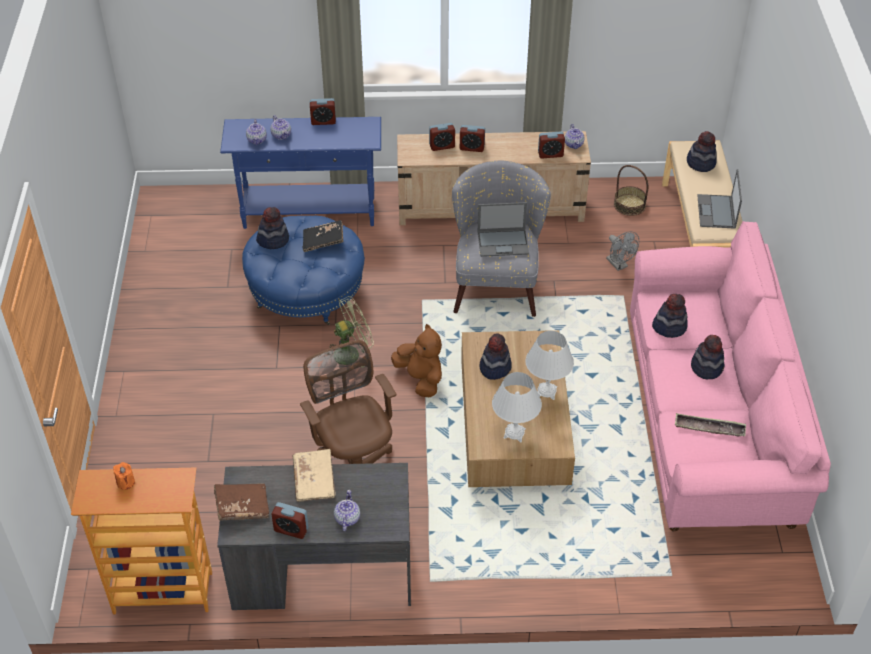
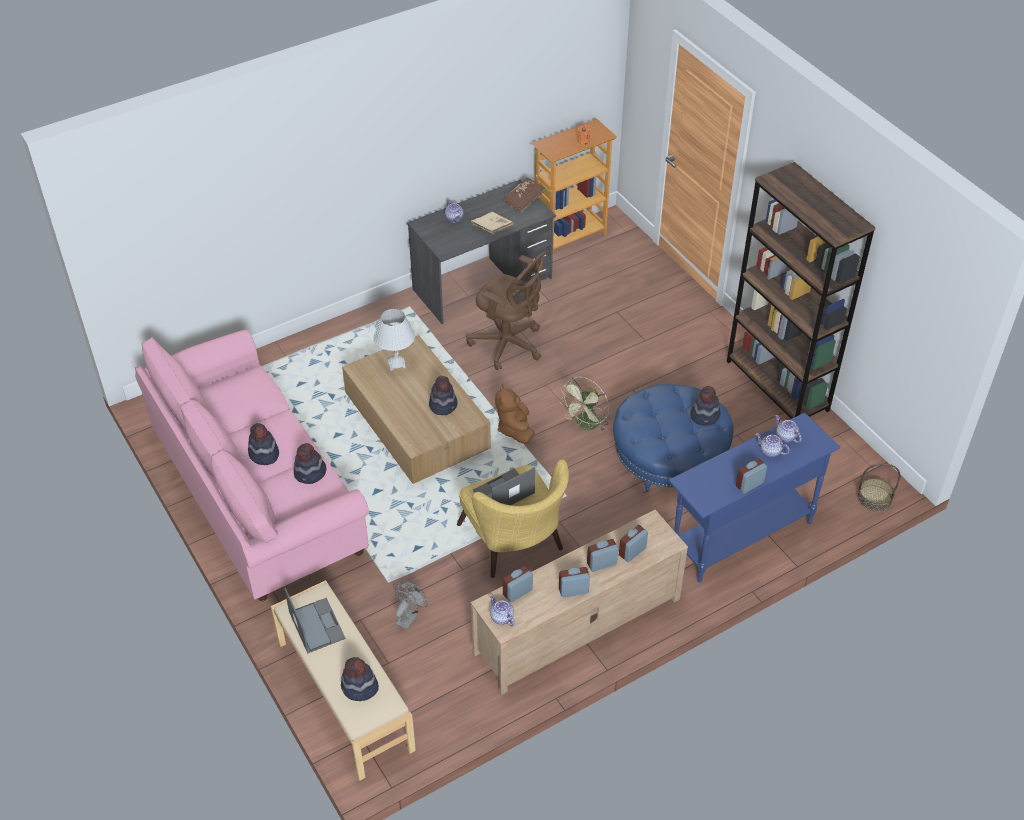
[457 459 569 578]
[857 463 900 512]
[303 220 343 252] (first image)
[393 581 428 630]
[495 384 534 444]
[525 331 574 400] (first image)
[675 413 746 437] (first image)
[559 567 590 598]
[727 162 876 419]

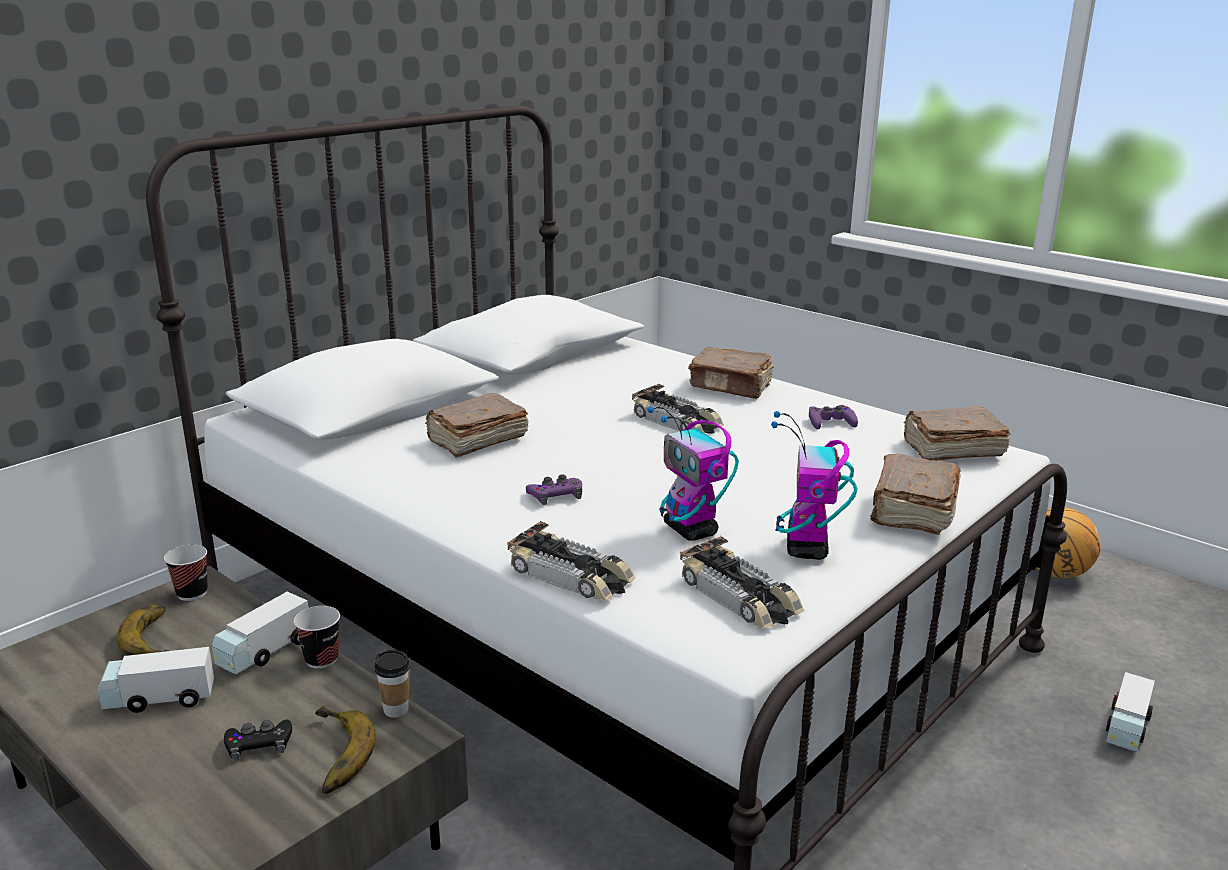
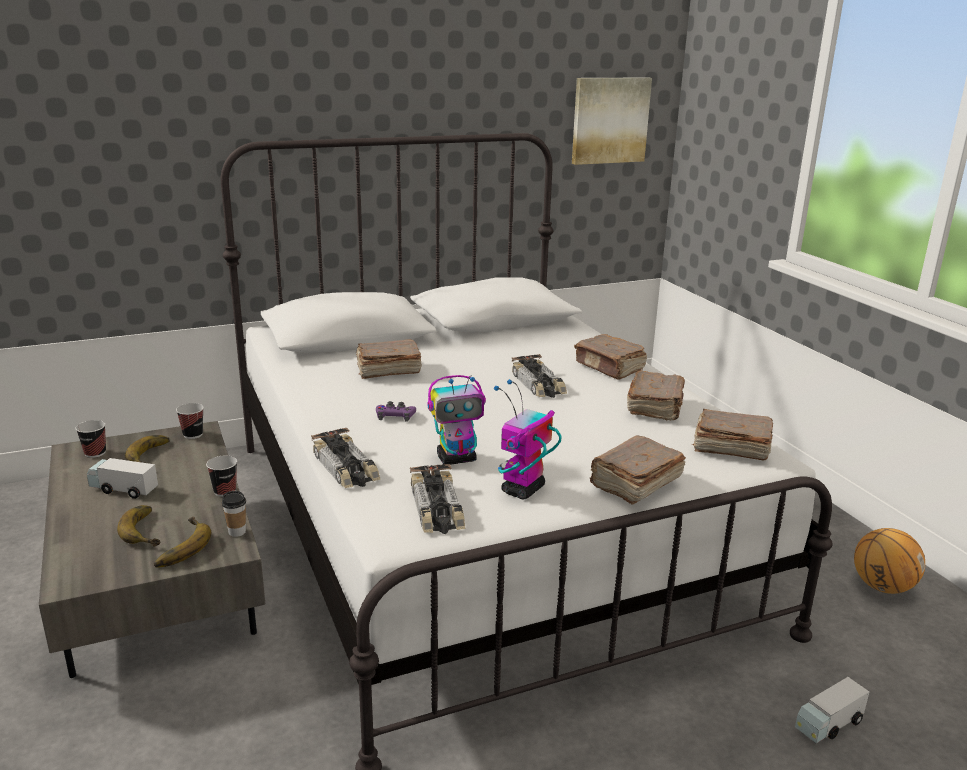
[627 370 685 420]
[427 375 486 465]
[212 592 309 675] (first image)
[117 505 160 547]
[572 77 652 165]
[75 420 106 458]

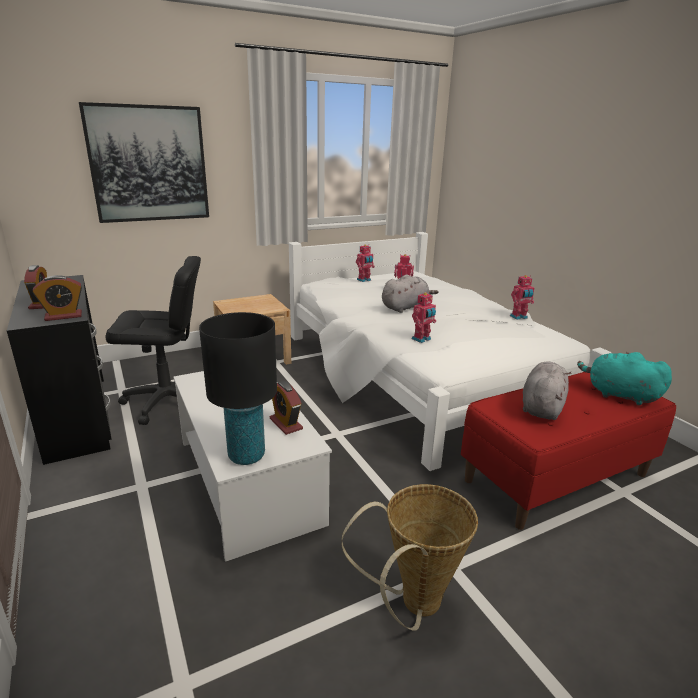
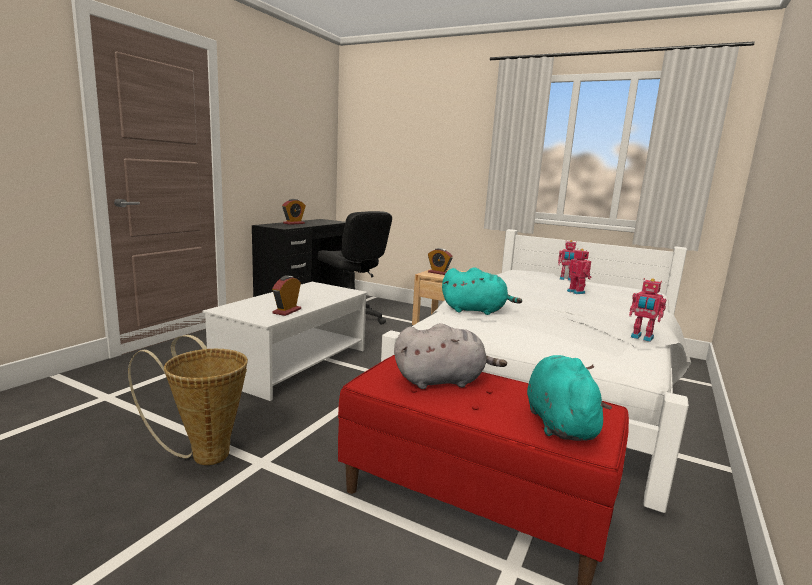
[79 102 209 223] (first image)
[428 248 453 275]
[382 275 438 313] (first image)
[442 267 522 315]
[199 312 277 465] (first image)

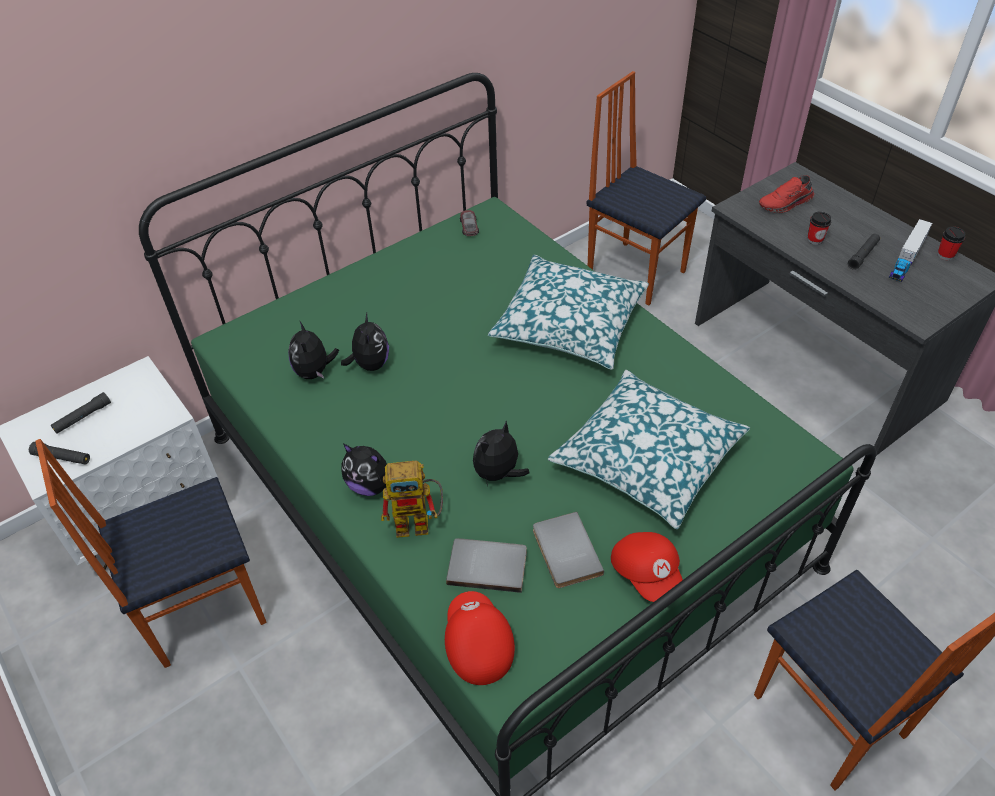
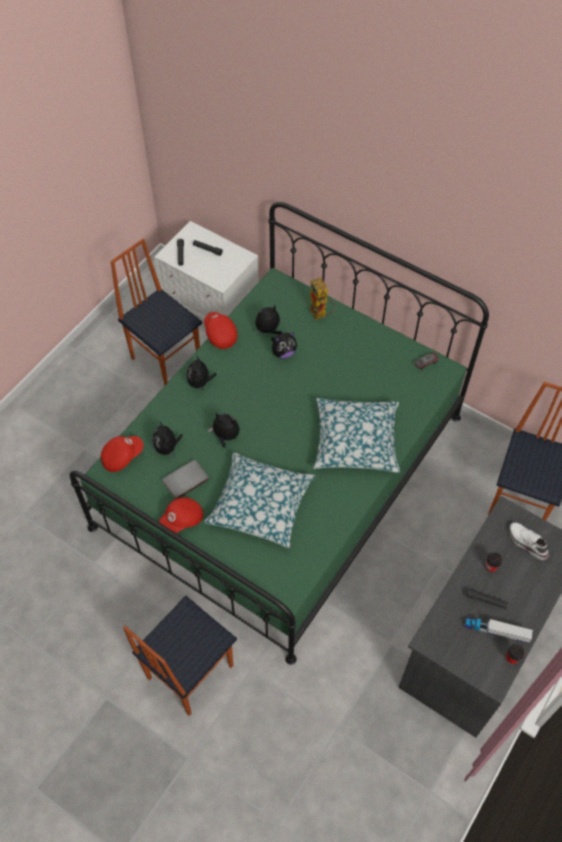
[509 523 549 560]
[309 277 336 320]
[153 422 183 455]
[204 312 237 349]

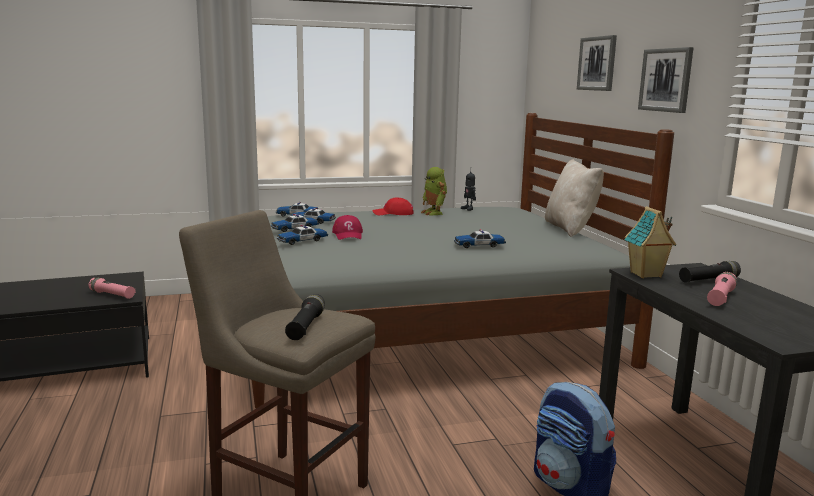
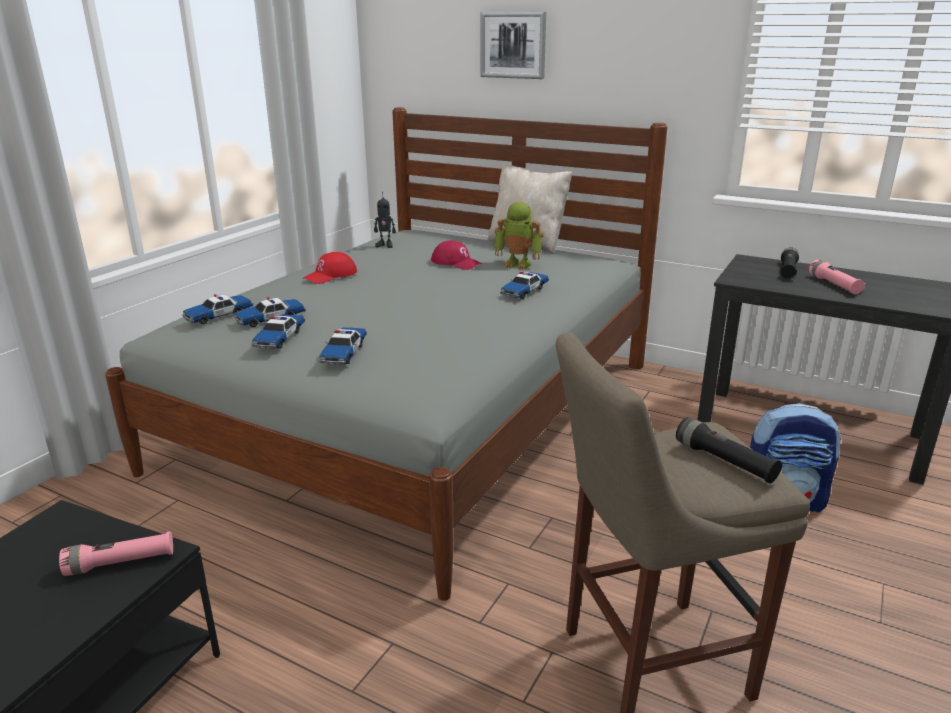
[638 47 694 113] (first image)
[494 202 544 270]
[624 206 676 278] (first image)
[431 241 482 270]

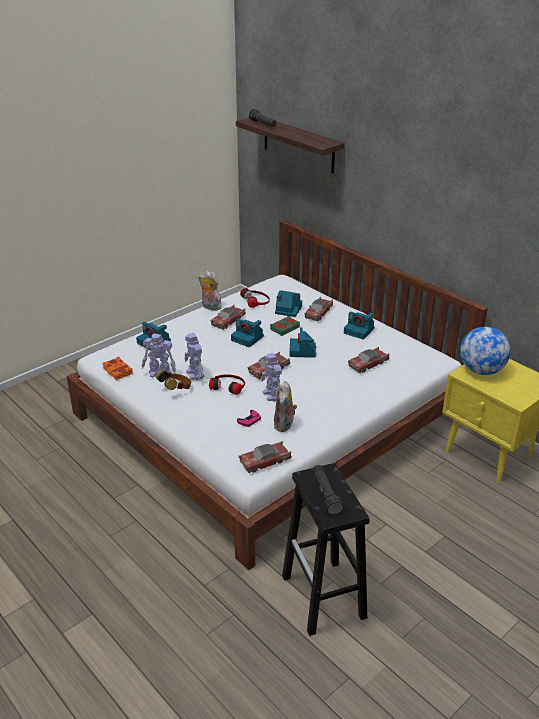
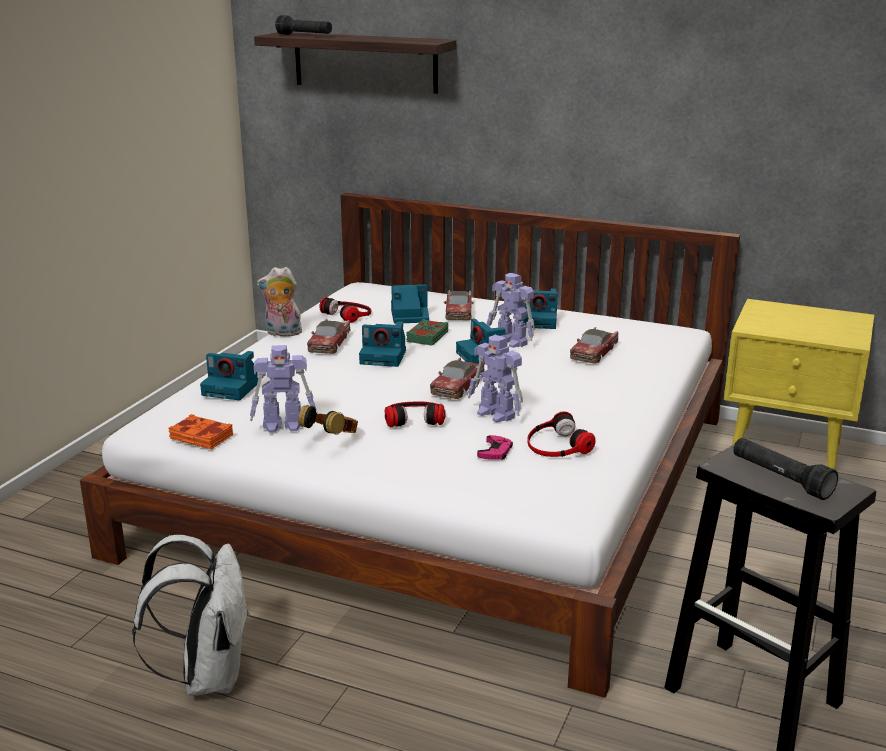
[460 327 511 375] (first image)
[487 273 535 348]
[527 411 596 457]
[239 441 292 473] (first image)
[132 535 250 696]

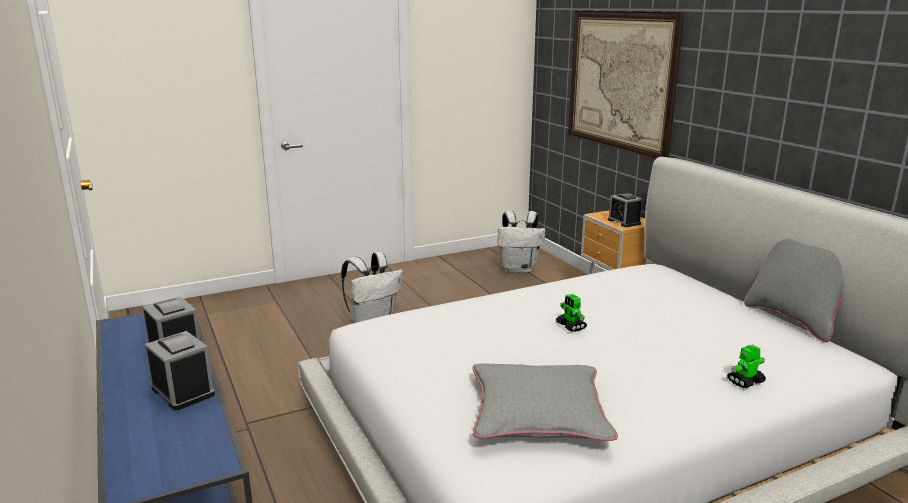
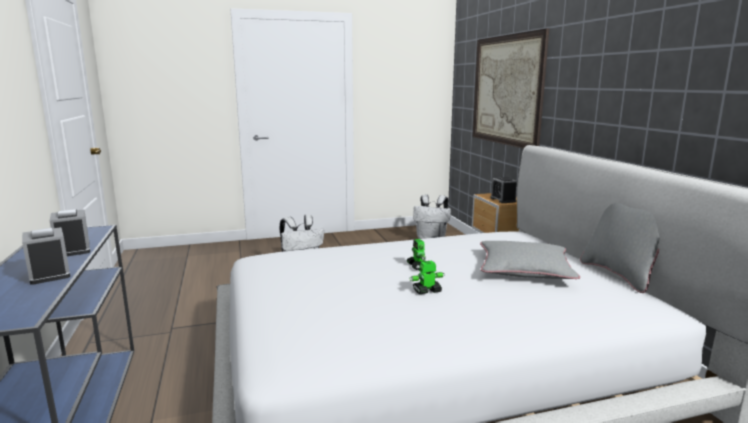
[409 261 444 294]
[480 241 580 279]

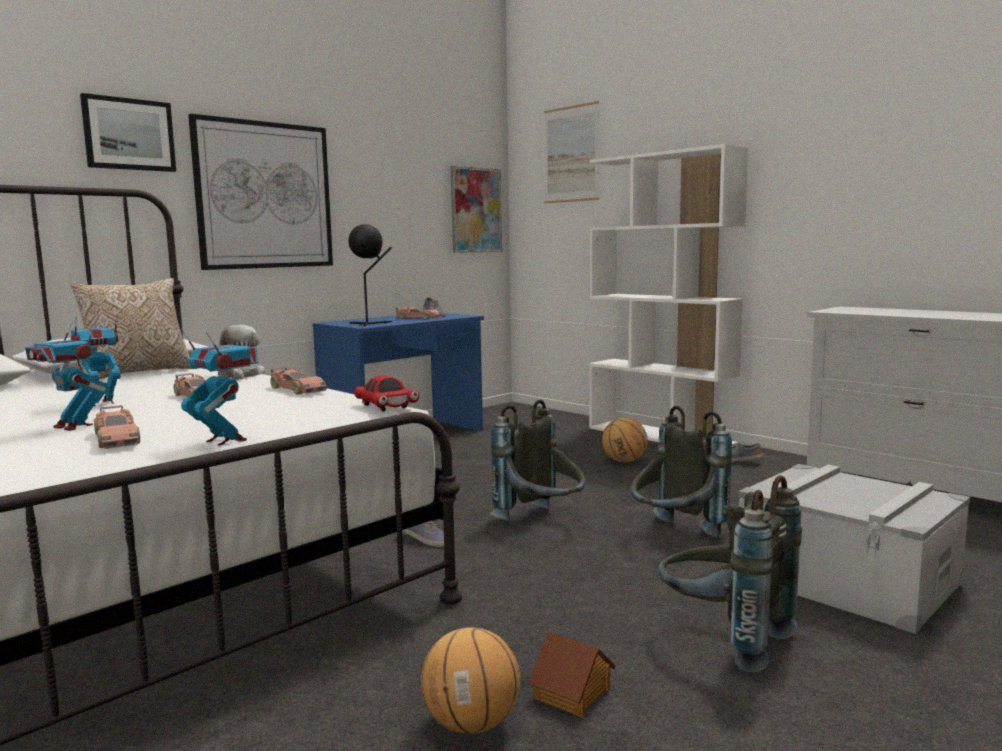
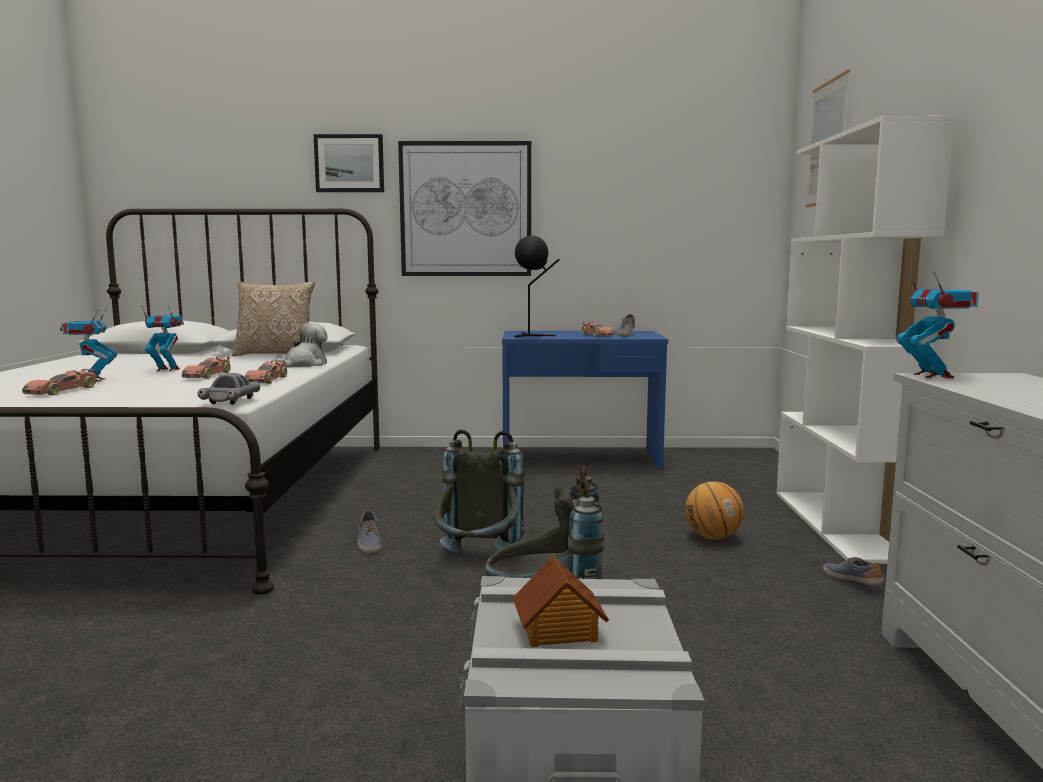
[451 166 502 253] (first image)
[897 271 979 378]
[198 373 260 405]
[658 475 802 672] (first image)
[421 627 520 734] (first image)
[513 556 609 647]

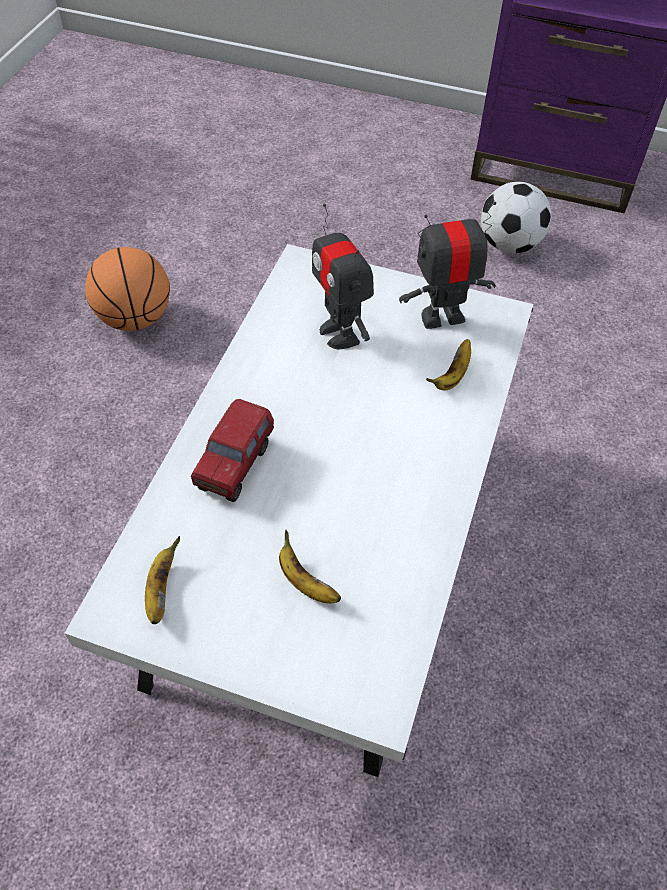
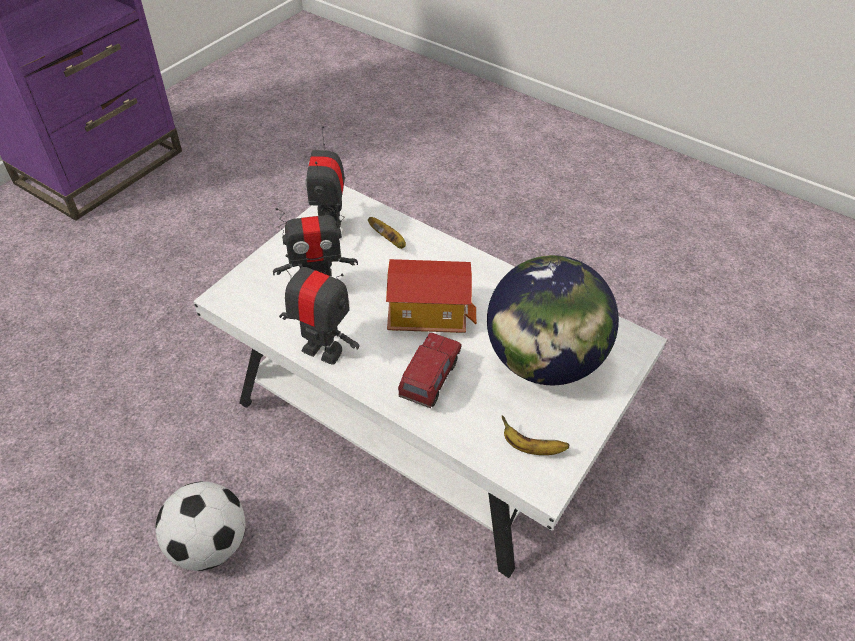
[155 481 246 571]
[85 247 170 331] (first image)
[398 333 462 408]
[487 255 619 385]
[279 254 360 365]
[386 259 477 333]

